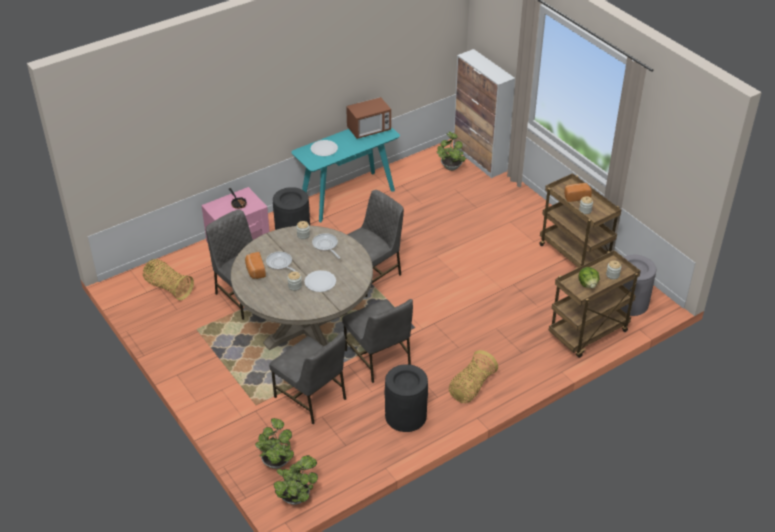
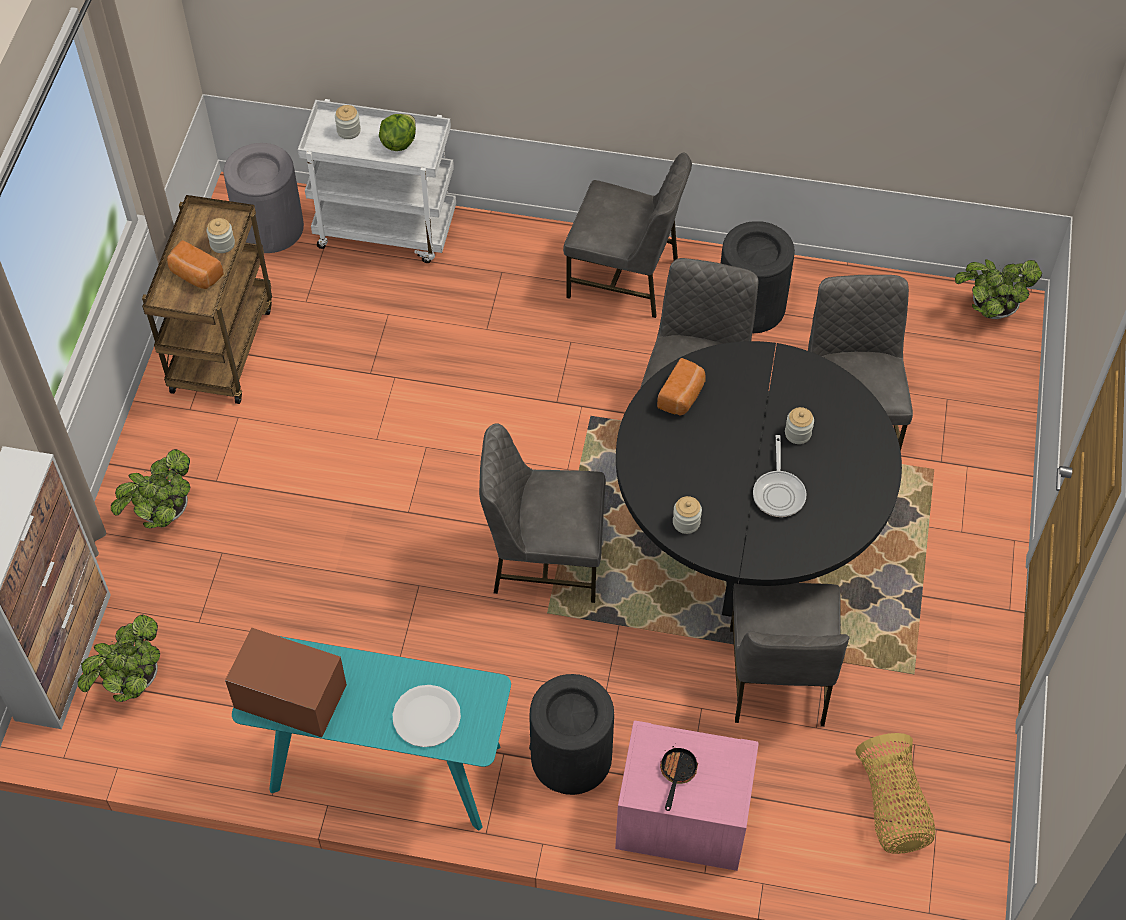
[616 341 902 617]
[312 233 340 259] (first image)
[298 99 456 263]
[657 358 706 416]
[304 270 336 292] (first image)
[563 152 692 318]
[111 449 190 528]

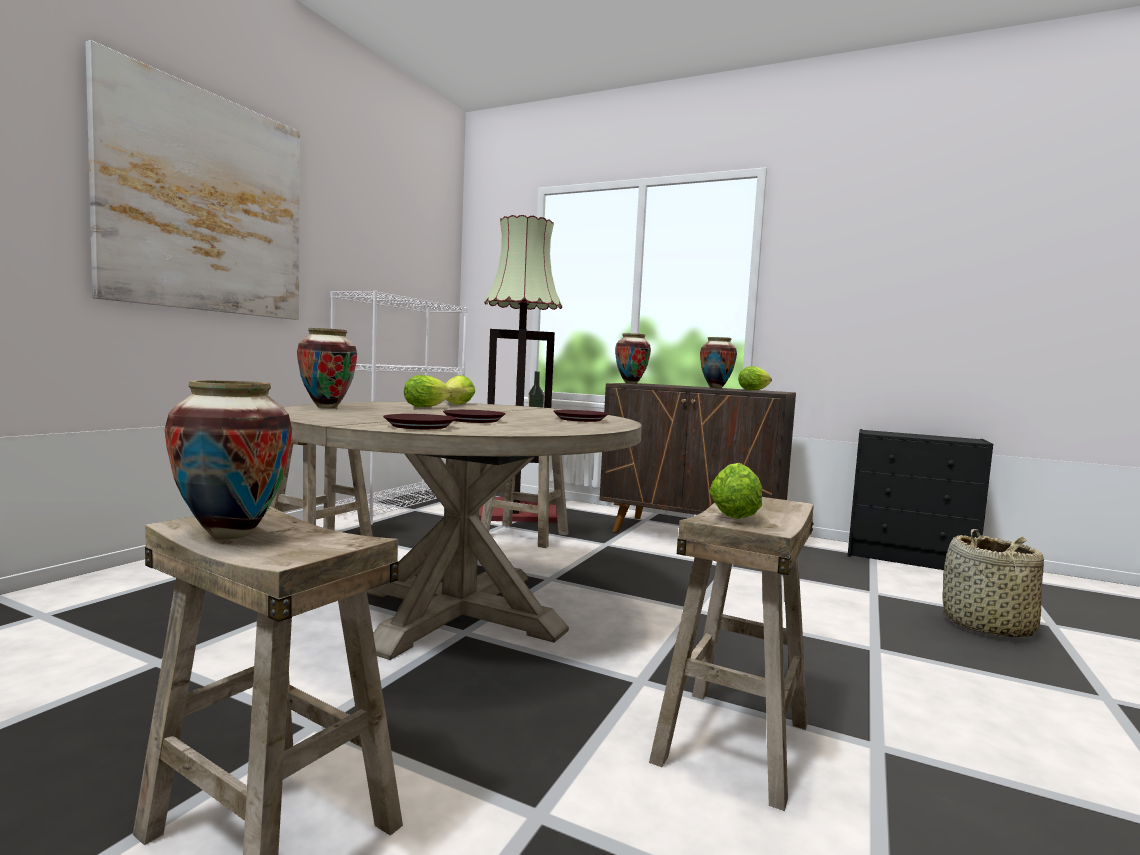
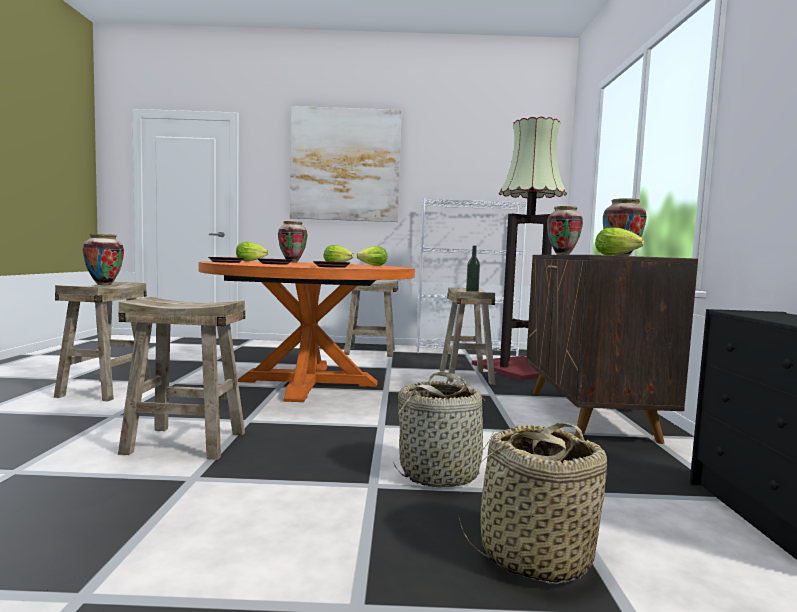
[199 261 415 402]
[236 242 268 261]
[393 372 493 487]

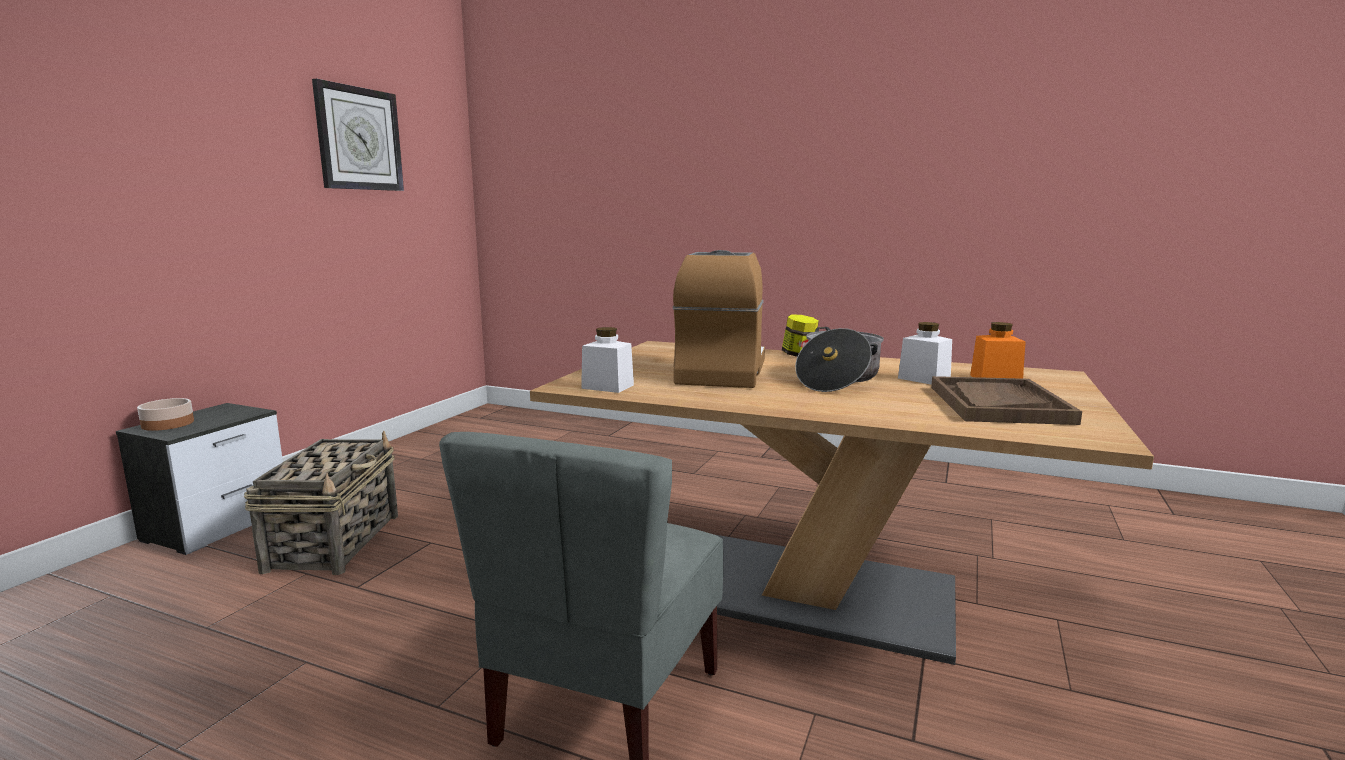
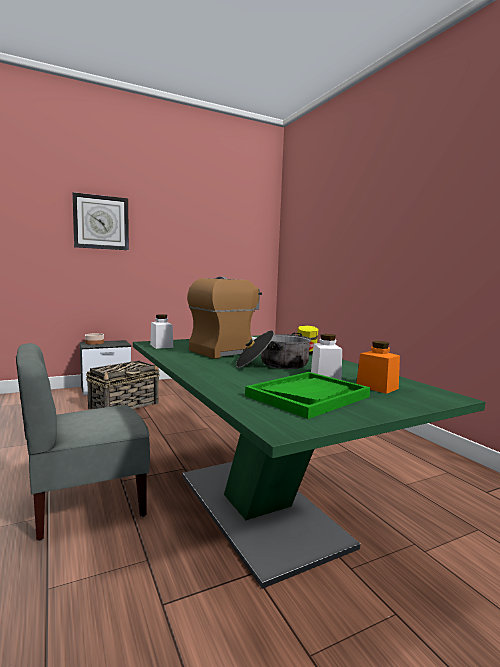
[72 192 129 250]
[133 335 486 589]
[245 372 370 419]

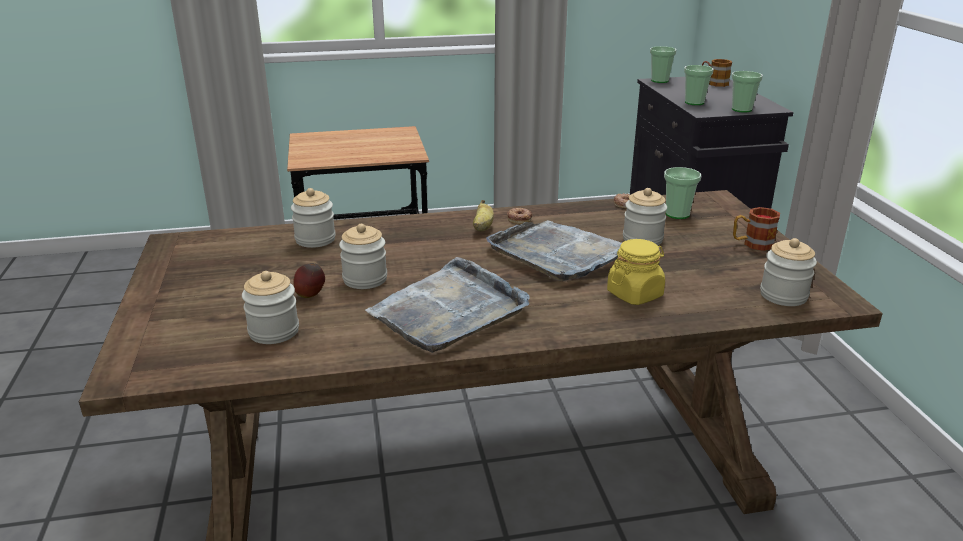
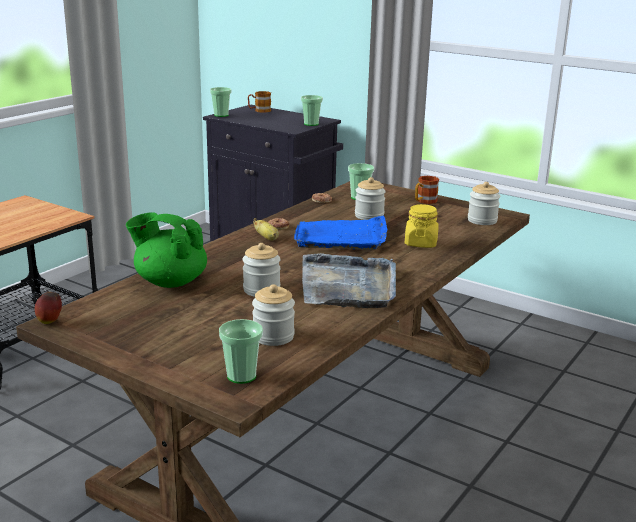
[219 319 263 384]
[126 213 207 288]
[294 216 387 250]
[35 292 62 324]

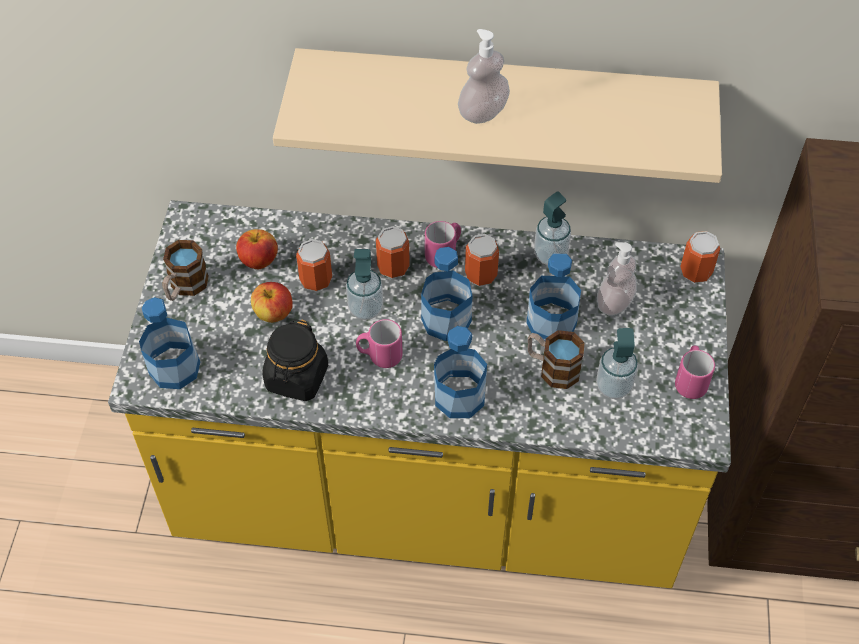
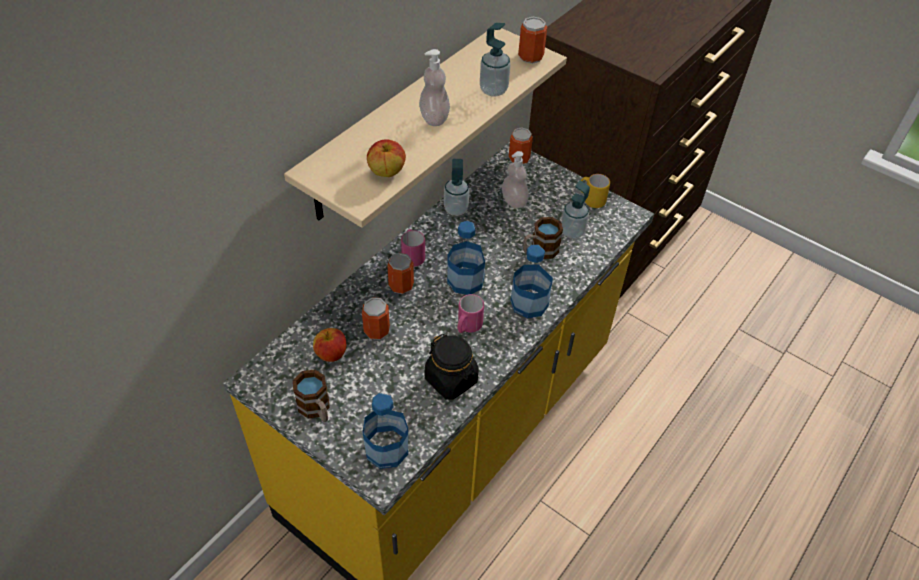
[518 17 547 64]
[480 23 510 97]
[526 253 581 341] (first image)
[367 139 406 177]
[581 174 610 208]

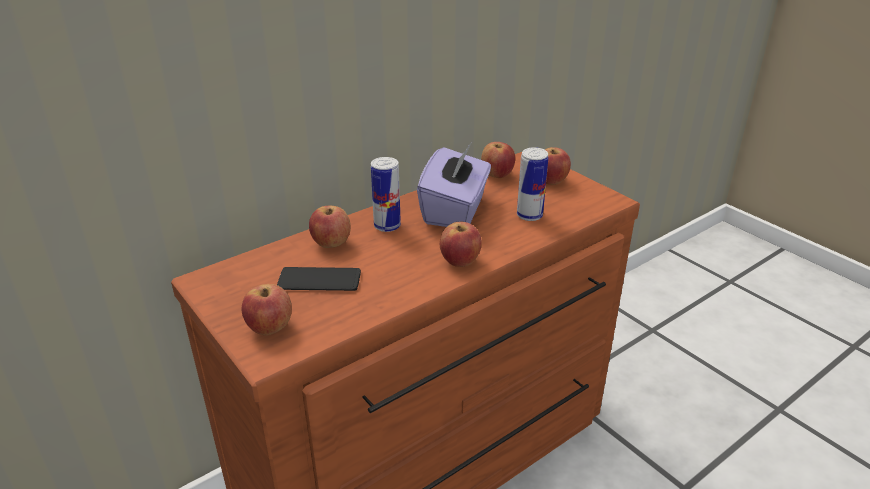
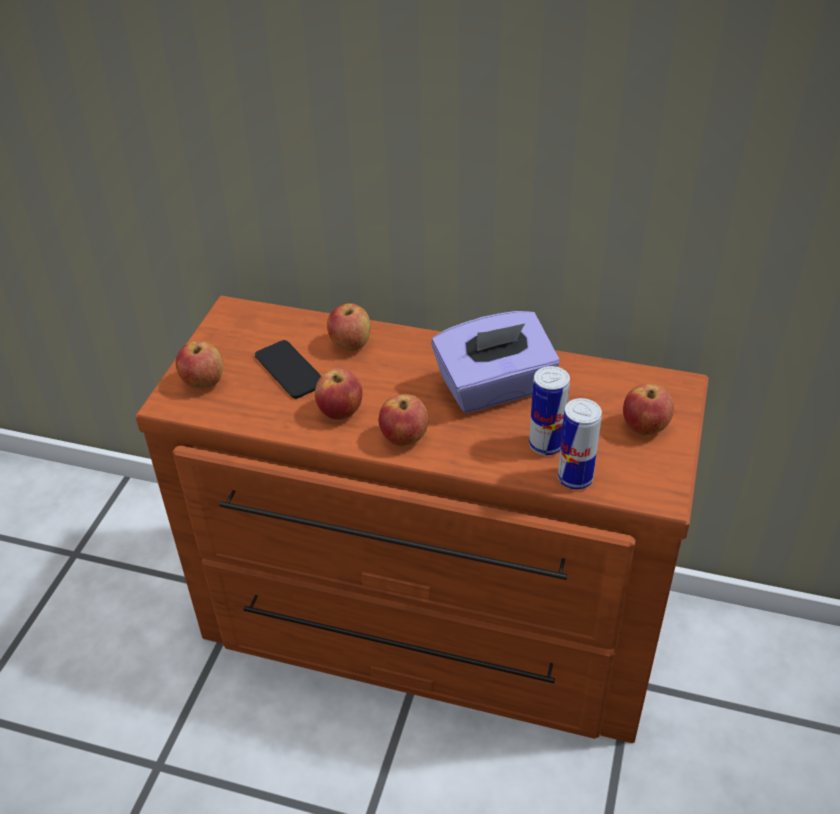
[315 368 363 420]
[558 398 602 489]

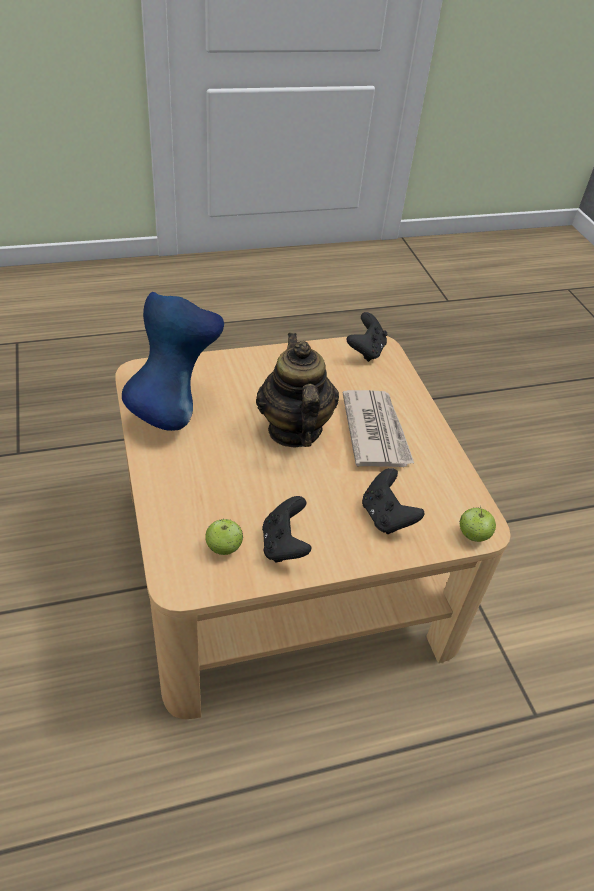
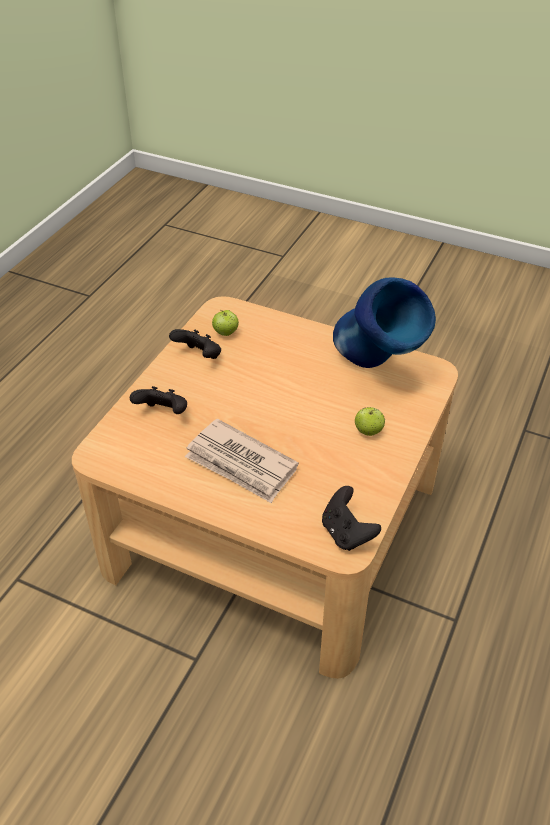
[256 333 339 447] (first image)
[355 407 385 436]

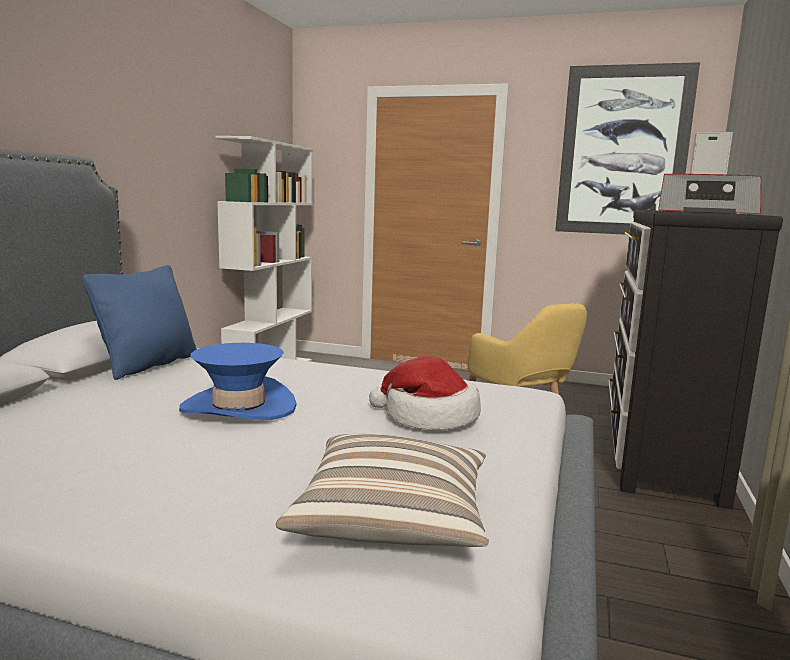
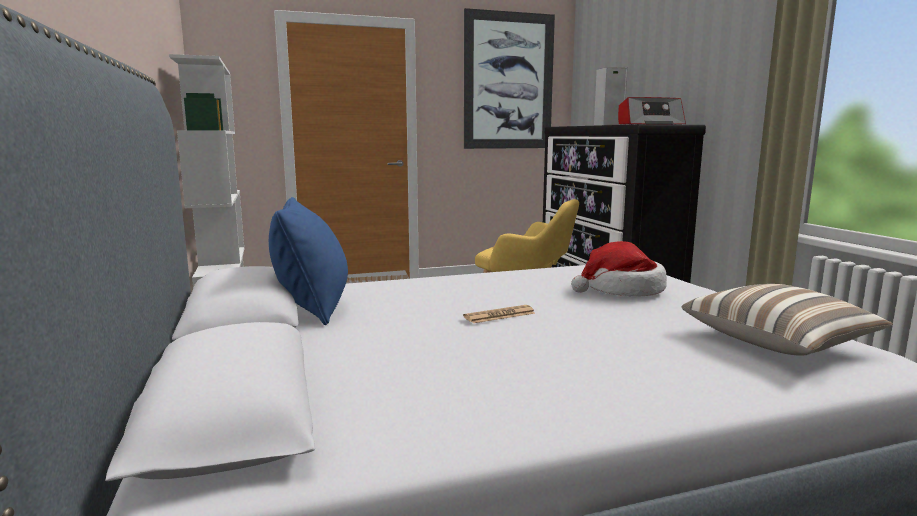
[463 305 535 323]

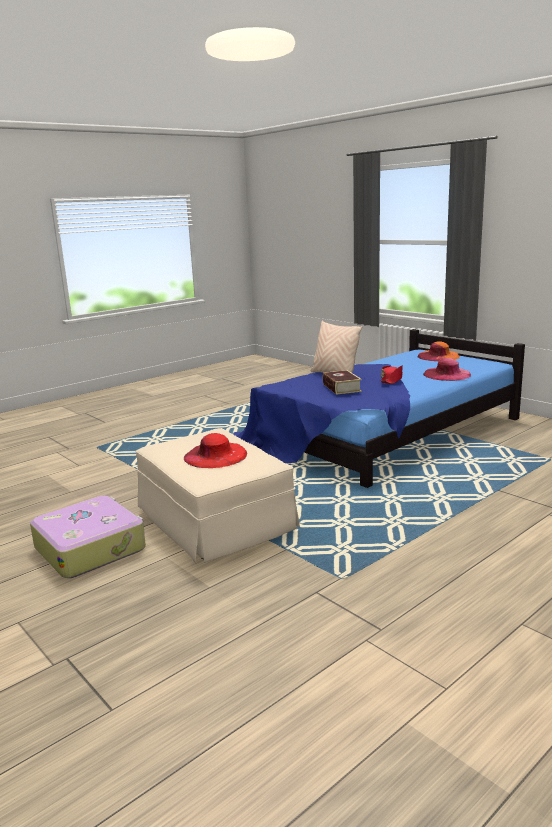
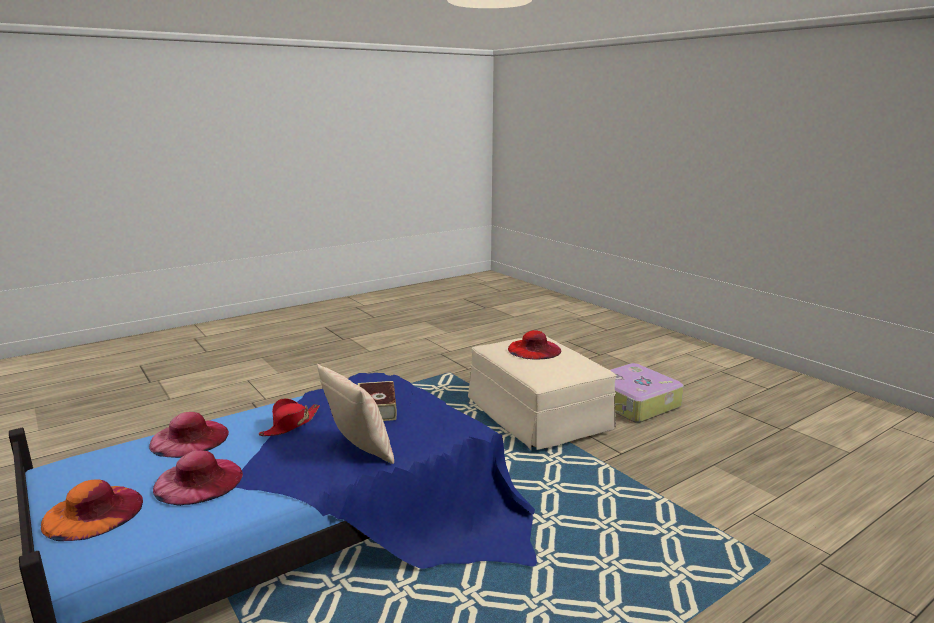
[153 450 243 506]

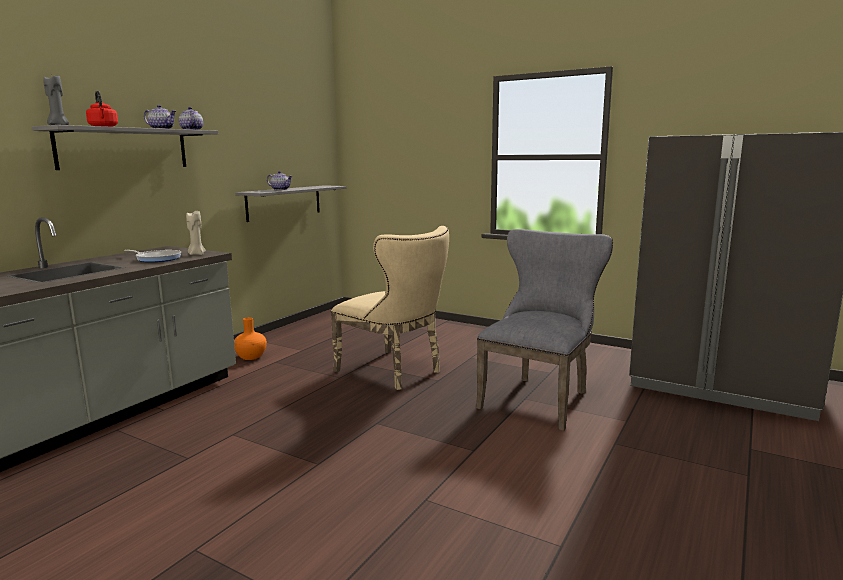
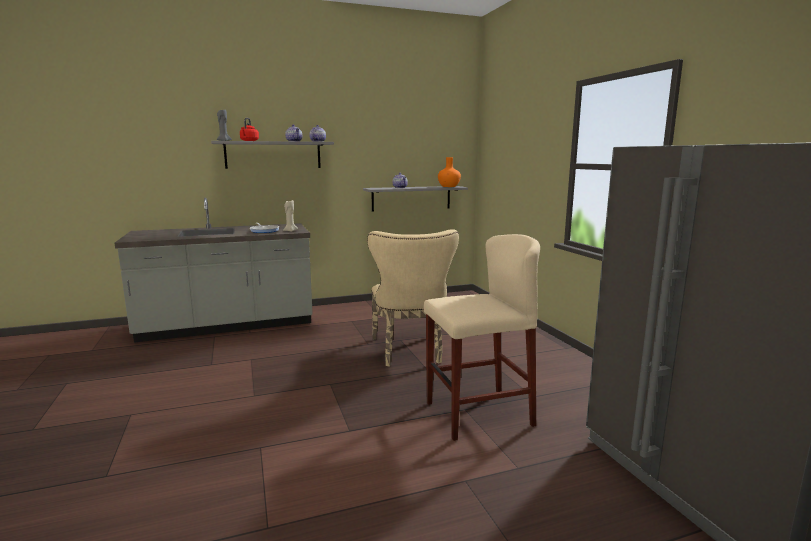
[423 234 540 441]
[438 157 461 187]

